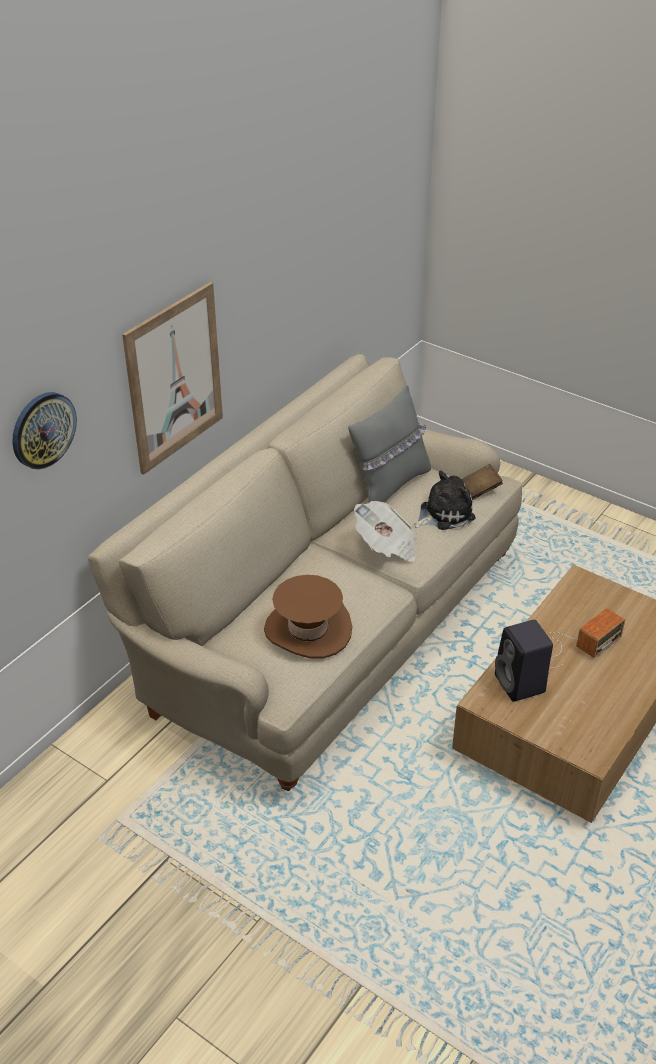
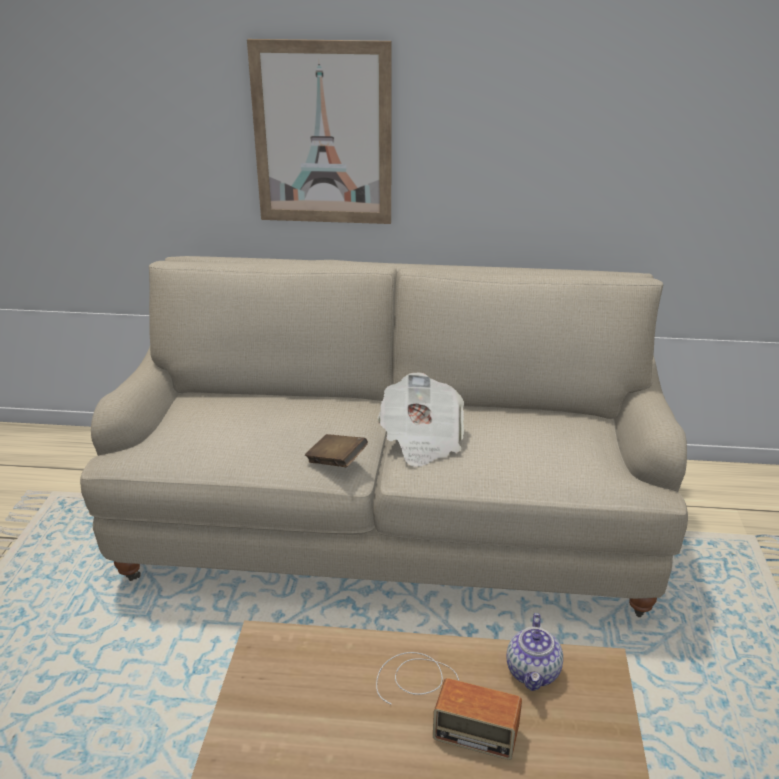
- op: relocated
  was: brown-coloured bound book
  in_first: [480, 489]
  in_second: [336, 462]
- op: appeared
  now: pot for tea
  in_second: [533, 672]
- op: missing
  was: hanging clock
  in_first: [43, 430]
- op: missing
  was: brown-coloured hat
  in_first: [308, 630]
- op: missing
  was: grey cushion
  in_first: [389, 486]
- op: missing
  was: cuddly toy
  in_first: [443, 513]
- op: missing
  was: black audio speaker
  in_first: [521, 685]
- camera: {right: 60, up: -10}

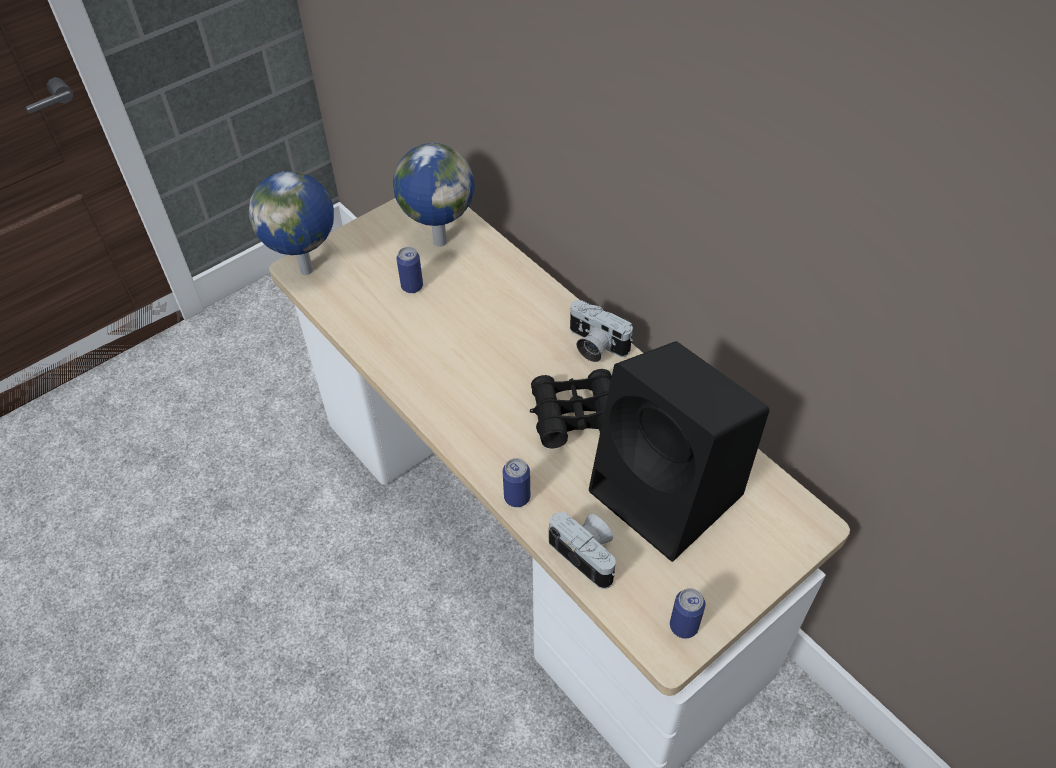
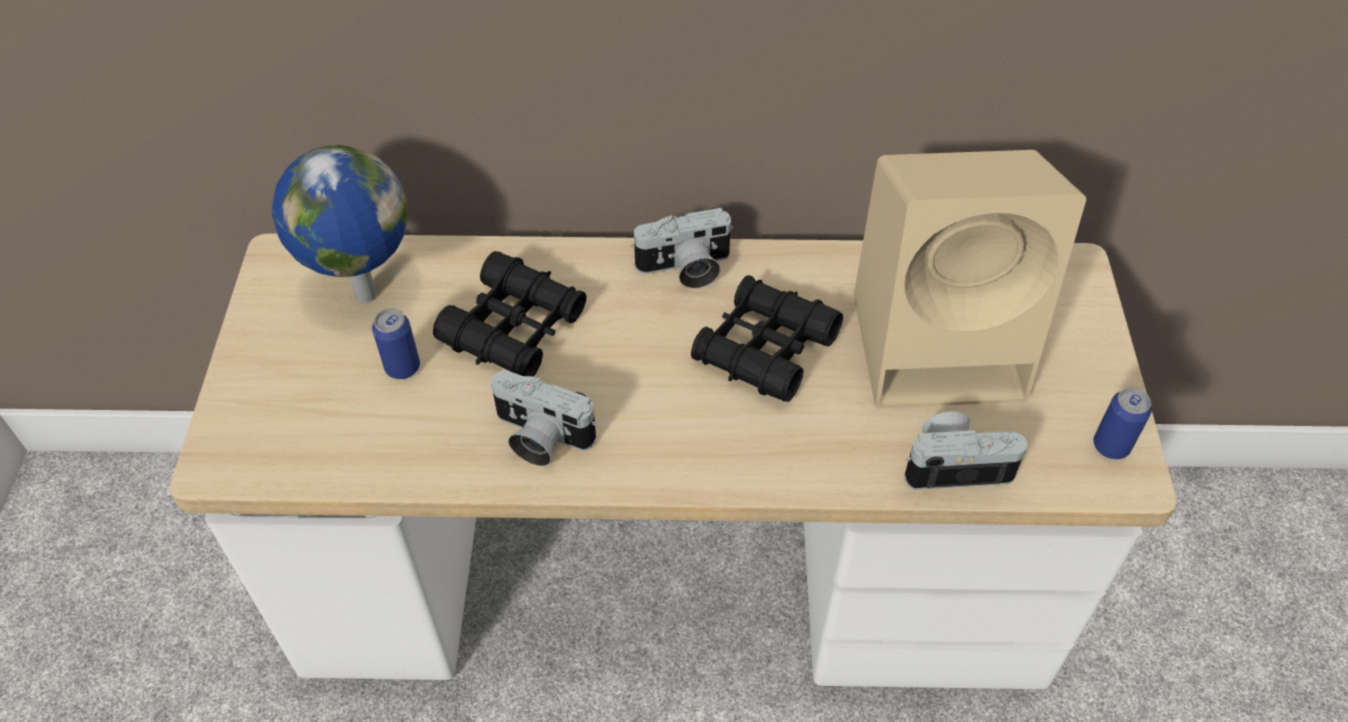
- op: appeared
  now: black field glasses
  in_second: [514, 328]
- op: appeared
  now: still camera
  in_second: [539, 437]
- op: colour
  was: black audio speaker
  now: sand-coloured audio speaker
  in_first: [669, 494]
  in_second: [942, 345]
- op: missing
  was: world globe
  in_first: [308, 270]
- op: missing
  was: sealed can
  in_first: [517, 497]
- camera: {right: -50, up: 0}

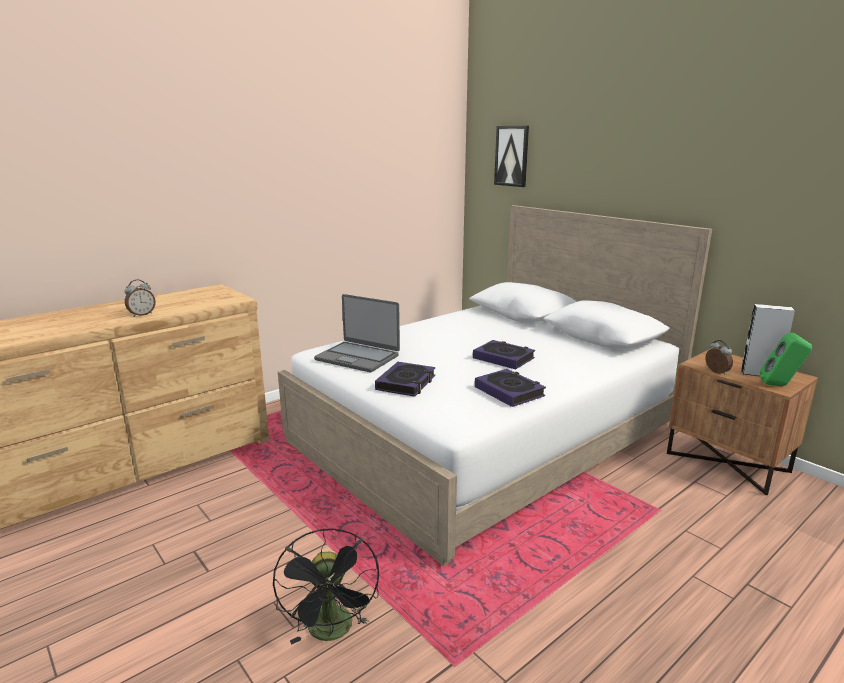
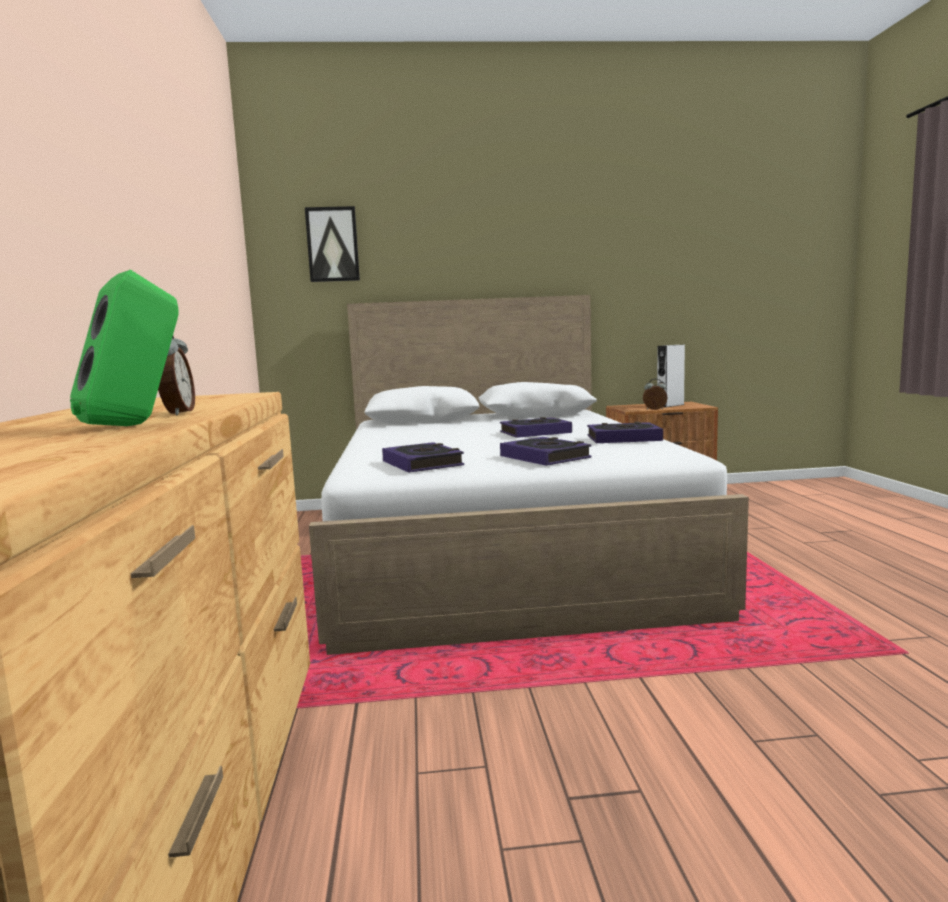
- op: relocated
  was: green-coloured audio speaker
  in_first: [780, 385]
  in_second: [135, 425]
- op: exchanged
  was: portable computer
  now: bound book
  in_first: [358, 357]
  in_second: [422, 464]
- op: missing
  was: black electric fan
  in_first: [332, 632]
- camera: {right: -55, up: -10}

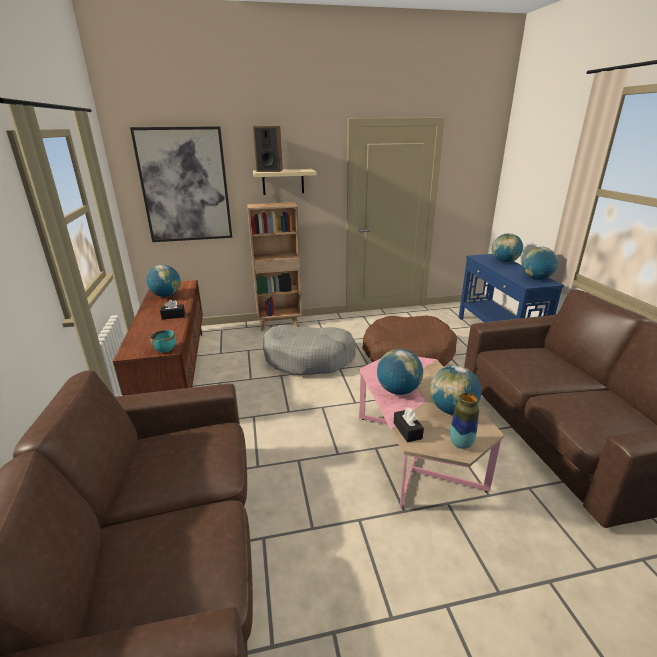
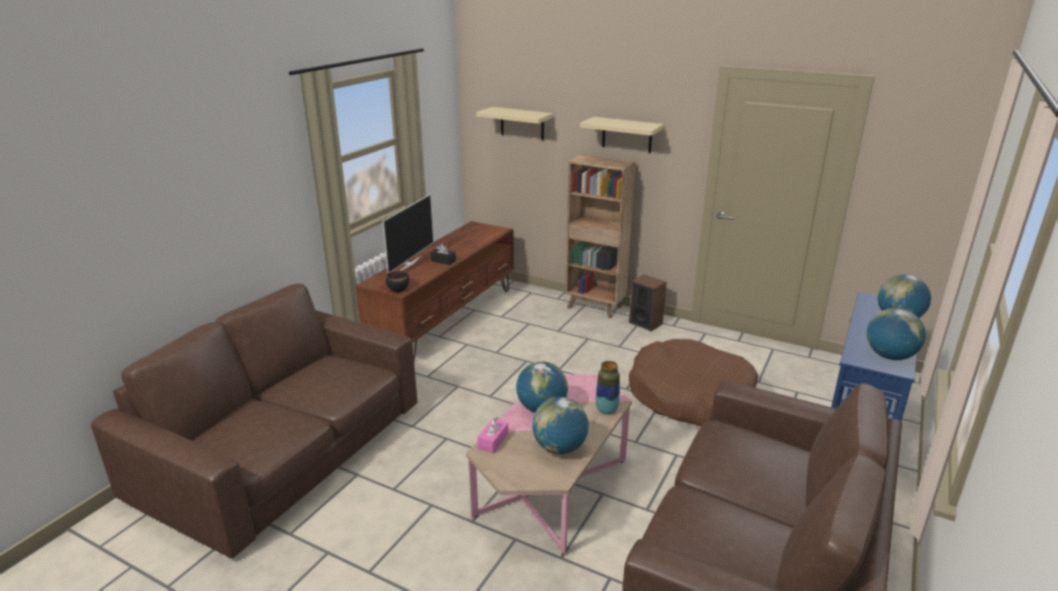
- op: appeared
  now: television
  in_second: [409, 263]
- op: colour
  was: turquoise-coloured serving bowl
  now: black serving bowl
  in_first: [165, 349]
  in_second: [398, 289]
- op: exchanged
  was: picture
  now: sand-coloured wall shelf
  in_first: [185, 186]
  in_second: [522, 123]
- op: colour
  was: black tissue box
  now: pink-coloured tissue box
  in_first: [407, 430]
  in_second: [493, 441]
- op: relocated
  was: decorative vase
  in_first: [461, 443]
  in_second: [606, 410]
- op: relocated
  was: audio speaker
  in_first: [269, 171]
  in_second: [645, 323]
- op: missing
  was: world globe
  in_first: [166, 295]
- op: missing
  was: grey dog cushion
  in_first: [309, 358]
- camera: {right: 40, up: 0}

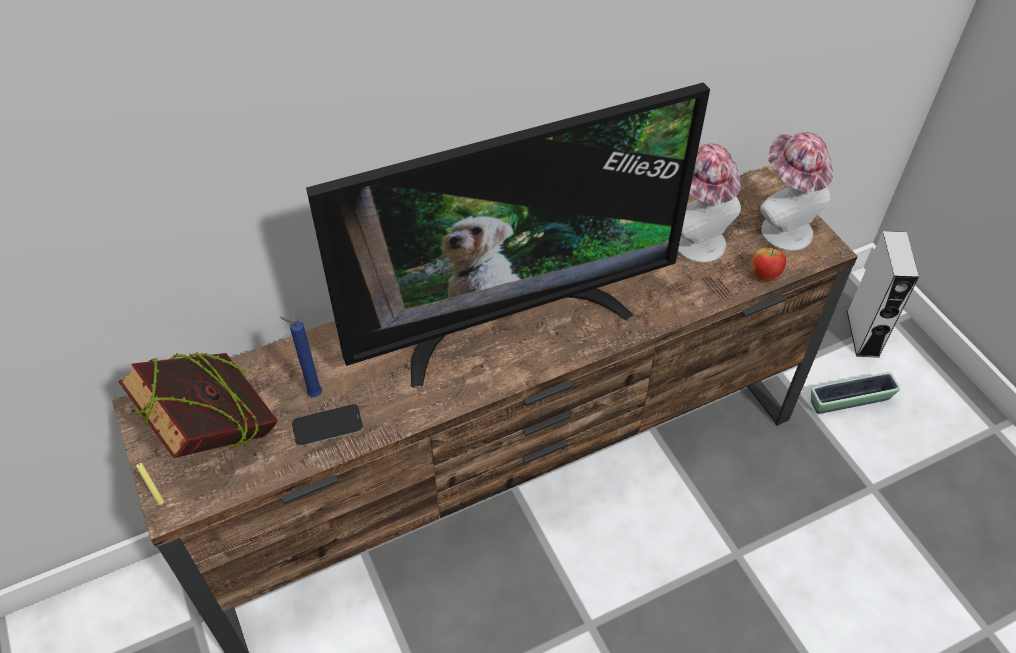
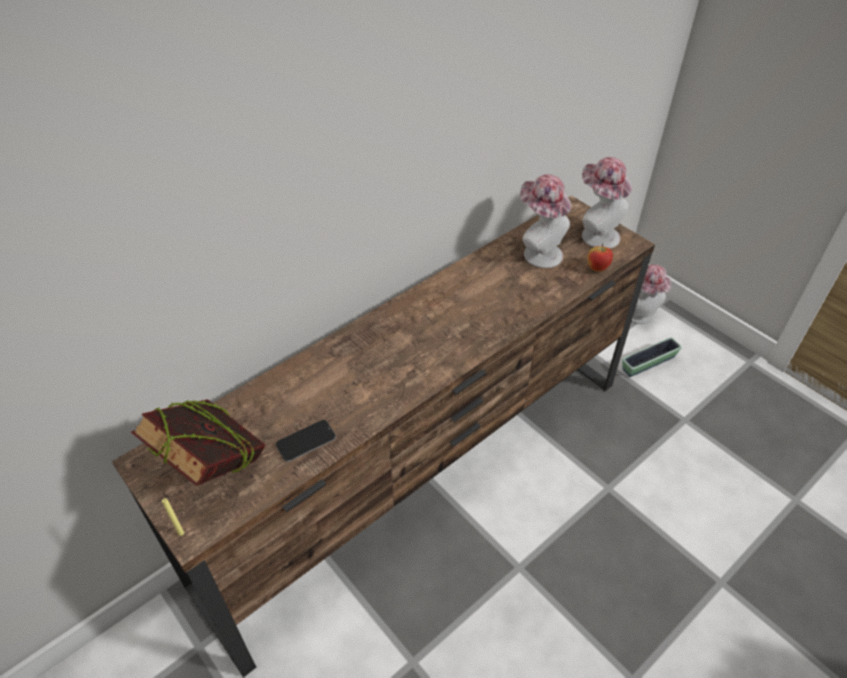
- op: exchanged
  was: grey audio speaker
  now: hat
  in_first: [863, 334]
  in_second: [641, 316]
- op: missing
  was: bluish wax light
  in_first: [312, 394]
- op: missing
  was: television
  in_first: [509, 319]
- camera: {right: -15, up: -5}

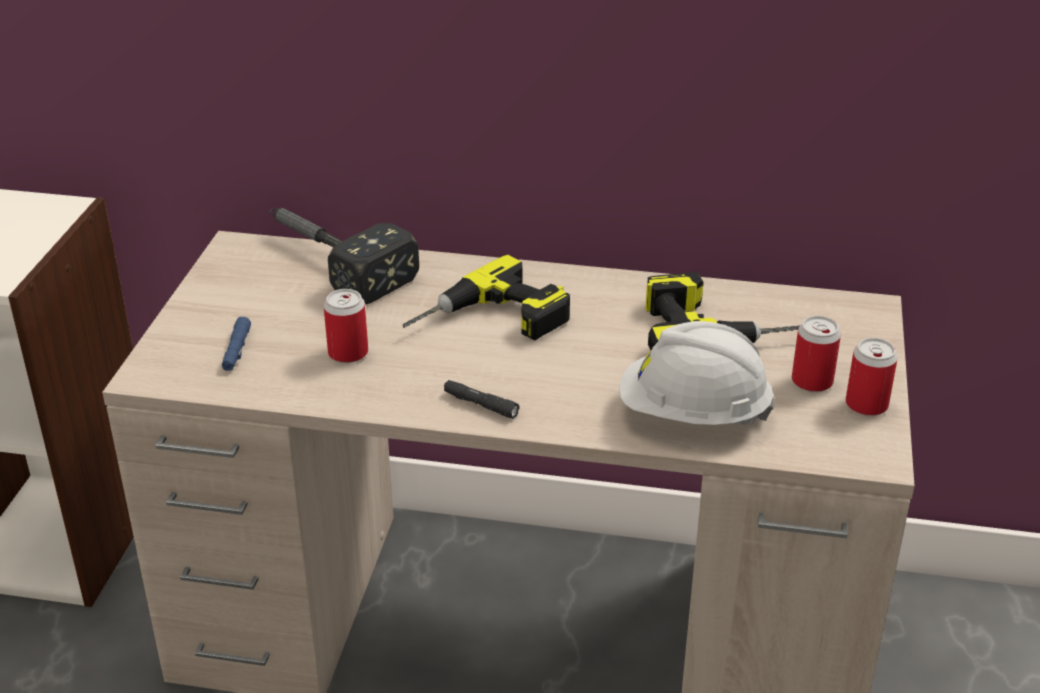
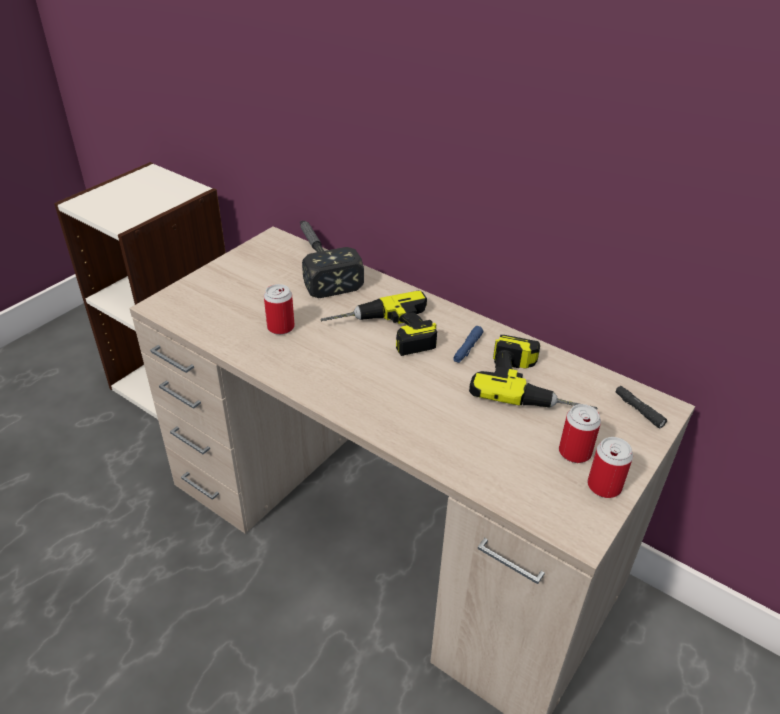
- op: relocated
  was: bluish hand torch
  in_first: [237, 350]
  in_second: [467, 348]
- op: relocated
  was: black hand torch
  in_first: [480, 405]
  in_second: [638, 410]
- op: missing
  was: white hard hat
  in_first: [692, 414]
- camera: {right: 25, up: 5}

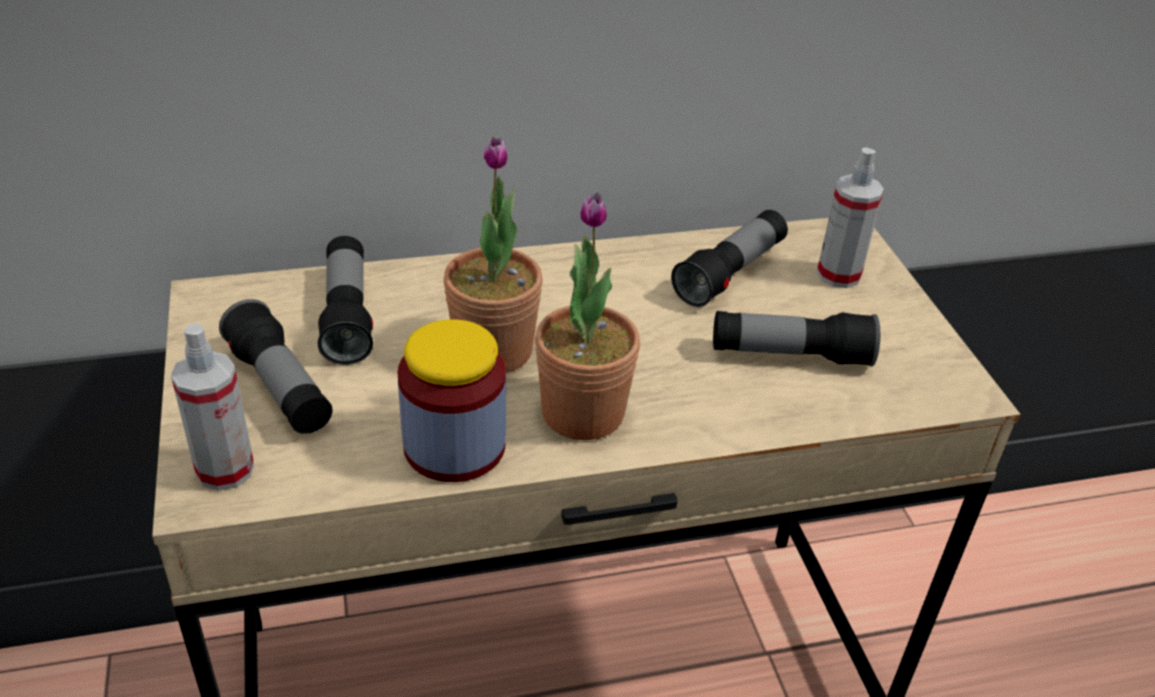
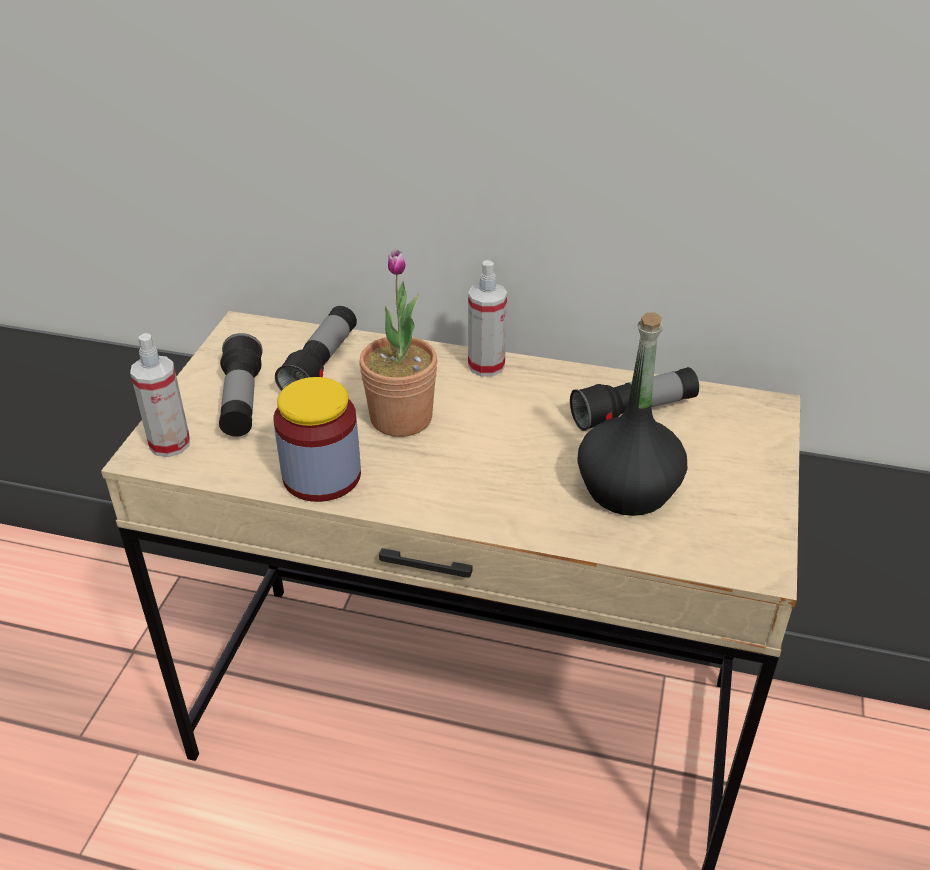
- op: relocated
  was: hand sprayer
  in_first: [838, 275]
  in_second: [486, 366]
- op: exchanged
  was: hand torch
  now: black bottle
  in_first: [789, 355]
  in_second: [628, 489]
- op: missing
  was: plant in a pot
  in_first: [582, 413]
- camera: {right: 30, up: 0}

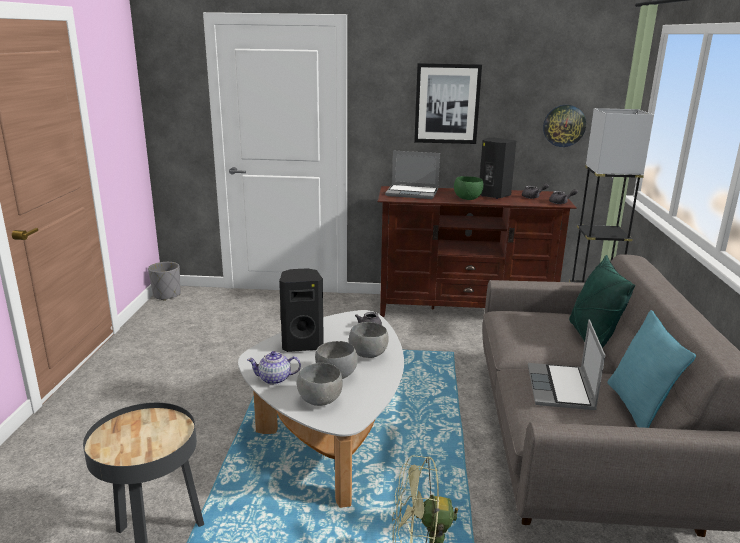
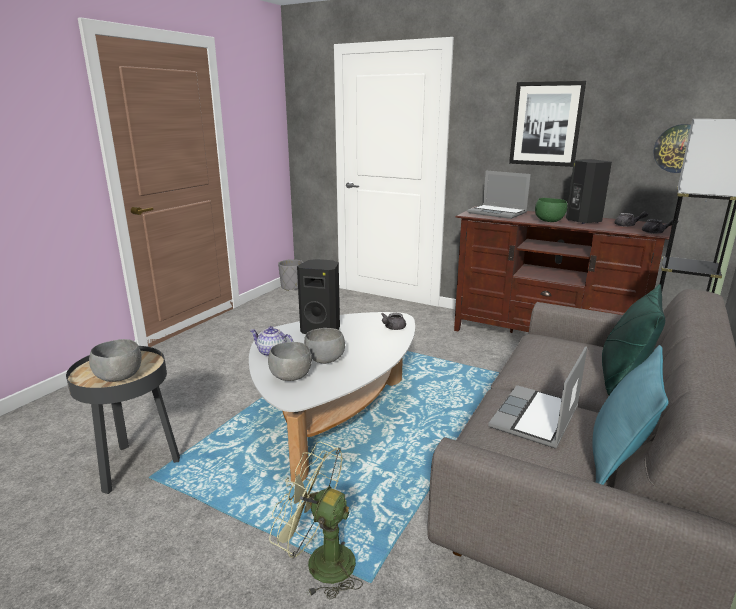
- op: relocated
  was: grey serving bowl
  in_first: [368, 354]
  in_second: [119, 377]
- camera: {right: 25, up: 0}

